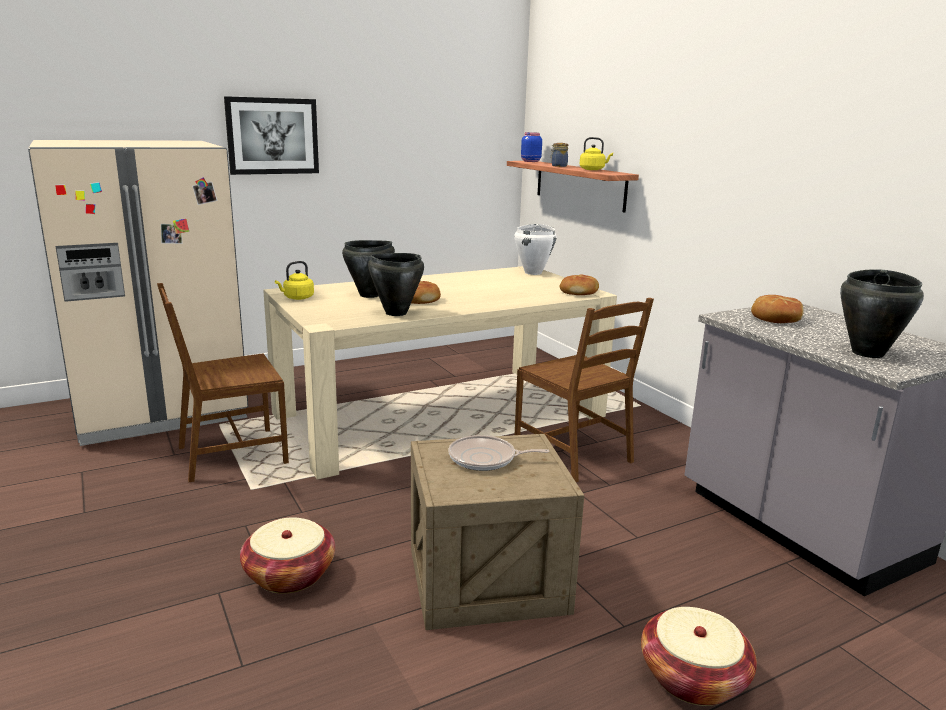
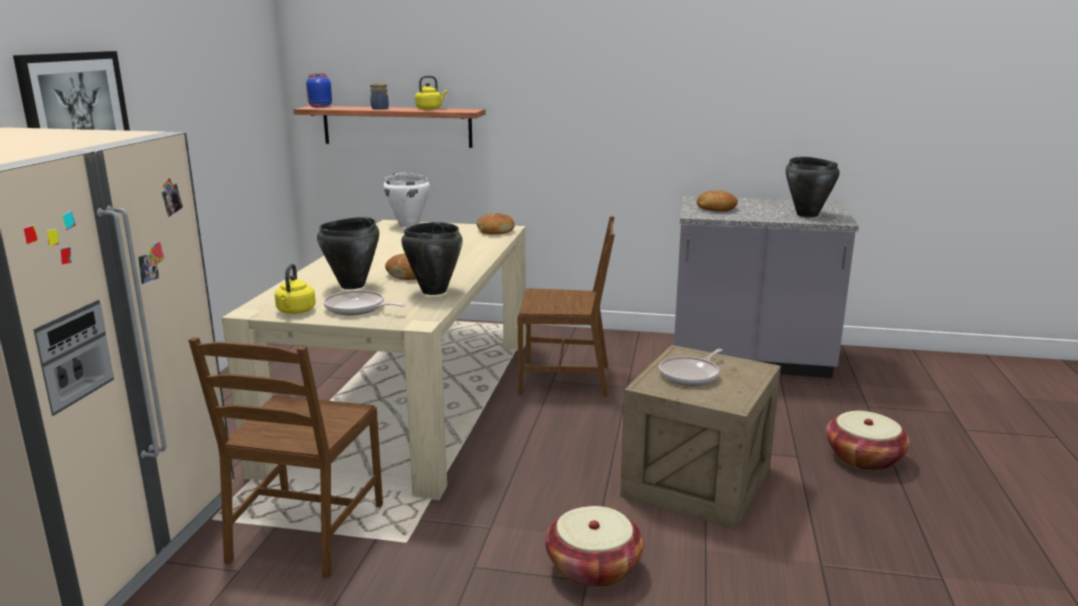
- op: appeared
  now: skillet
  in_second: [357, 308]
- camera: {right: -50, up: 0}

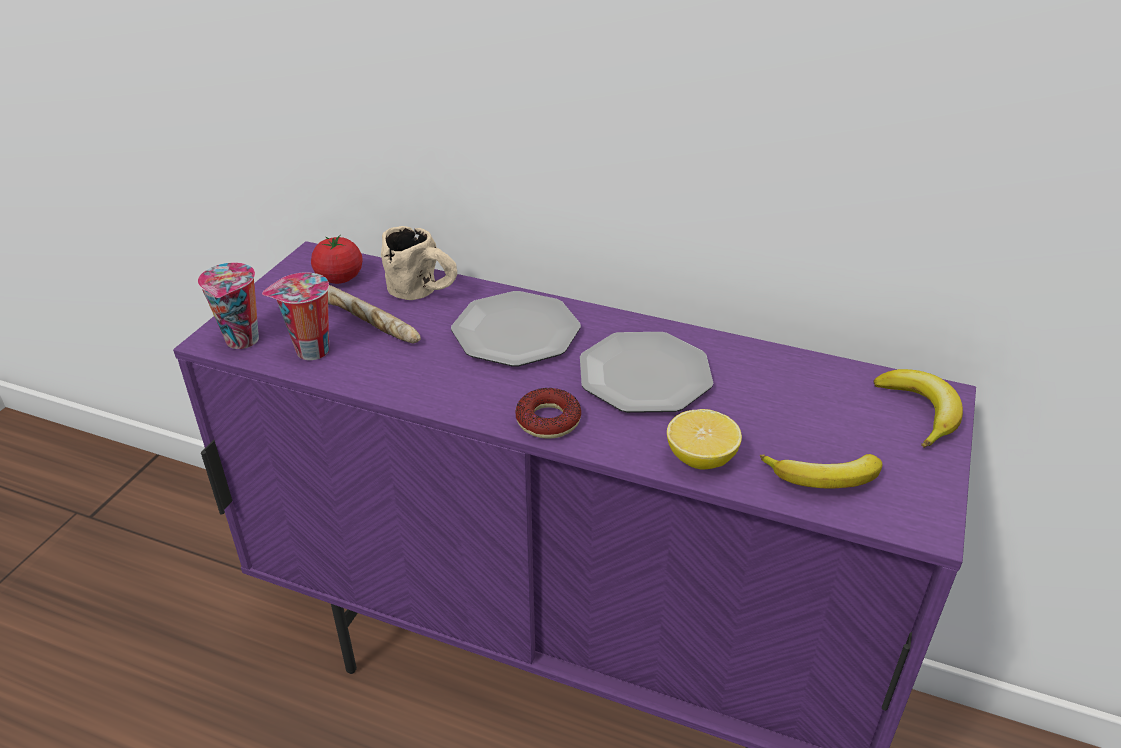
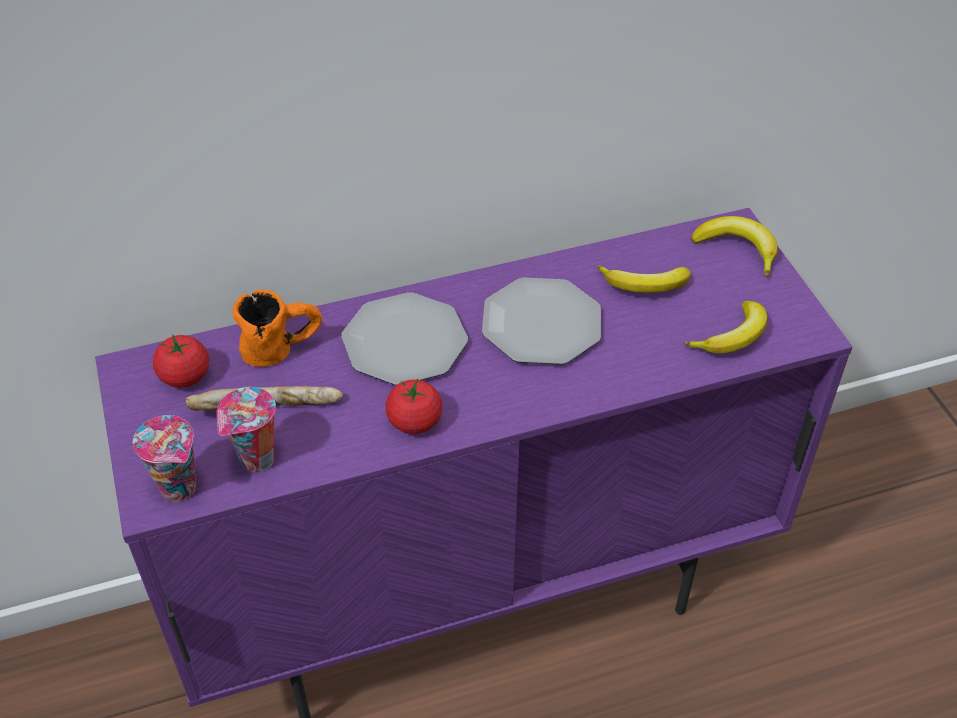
- op: colour
  was: sand-coloured coffee mug
  now: orangey coffee mug
  in_first: [425, 293]
  in_second: [283, 348]
- op: appeared
  now: fresh tomato
  in_second: [414, 421]
- op: appeared
  now: banana fruit
  in_second: [645, 286]
- op: missing
  was: doughnut
  in_first: [548, 420]
- op: missing
  was: lemon
  in_first: [701, 459]
- camera: {right: -40, up: 10}

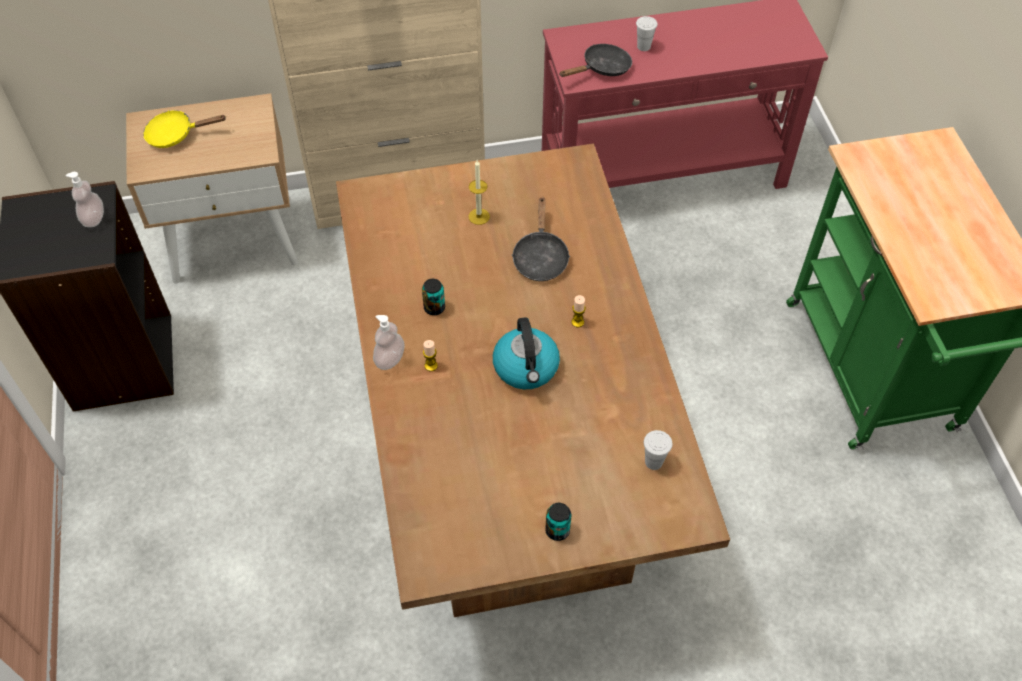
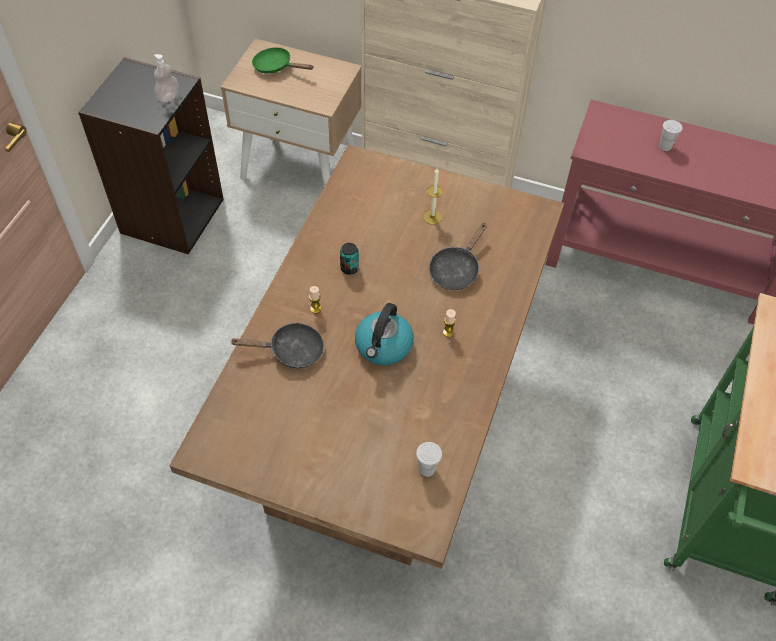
- op: relocated
  was: black skillet
  in_first: [602, 68]
  in_second: [291, 351]
- op: colour
  was: yellowish skillet
  now: green-coloured skillet
  in_first: [175, 134]
  in_second: [276, 67]
- op: missing
  was: soap dispenser
  in_first: [390, 359]
- op: missing
  was: sealed can
  in_first: [557, 530]
- camera: {right: 30, up: 0}

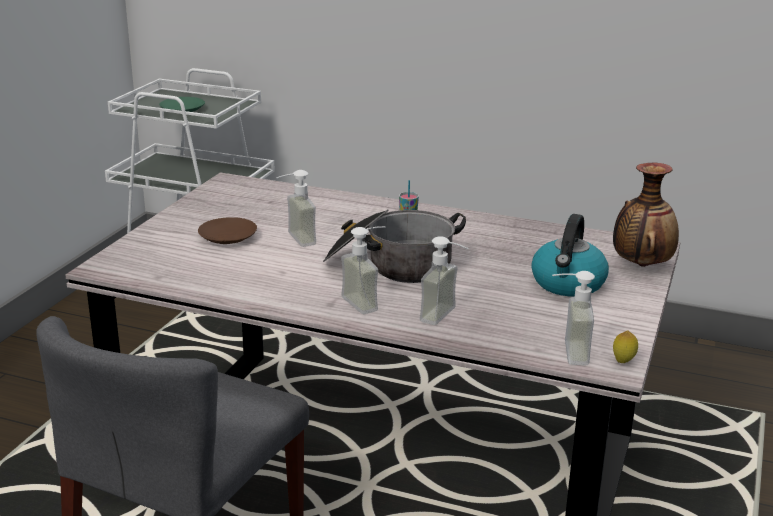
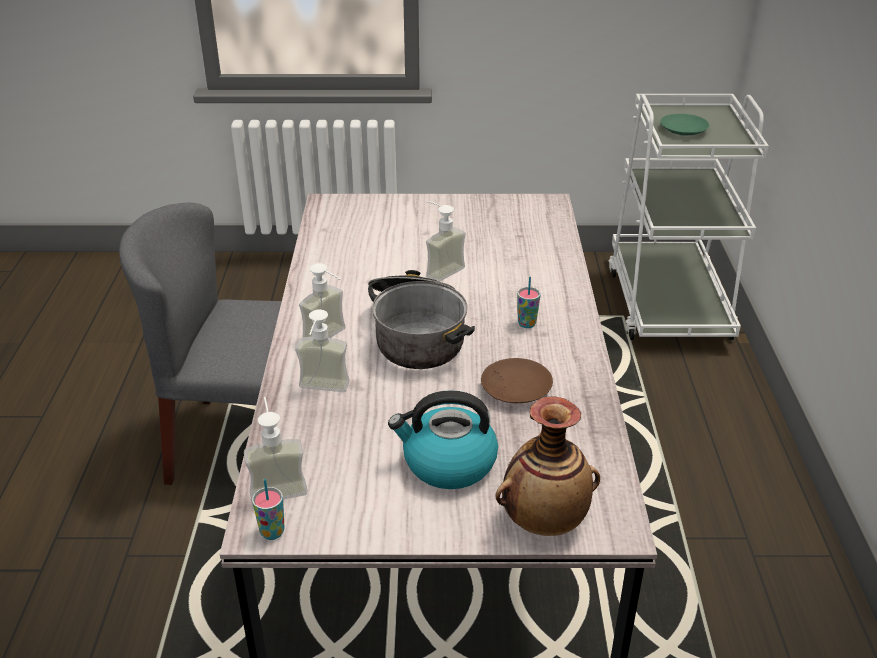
- op: exchanged
  was: lemon
  now: drinking cup
  in_first: [623, 361]
  in_second: [272, 532]
- op: relocated
  was: brown-coloured flat dish
  in_first: [228, 237]
  in_second: [515, 389]
- camera: {right: 70, up: 10}

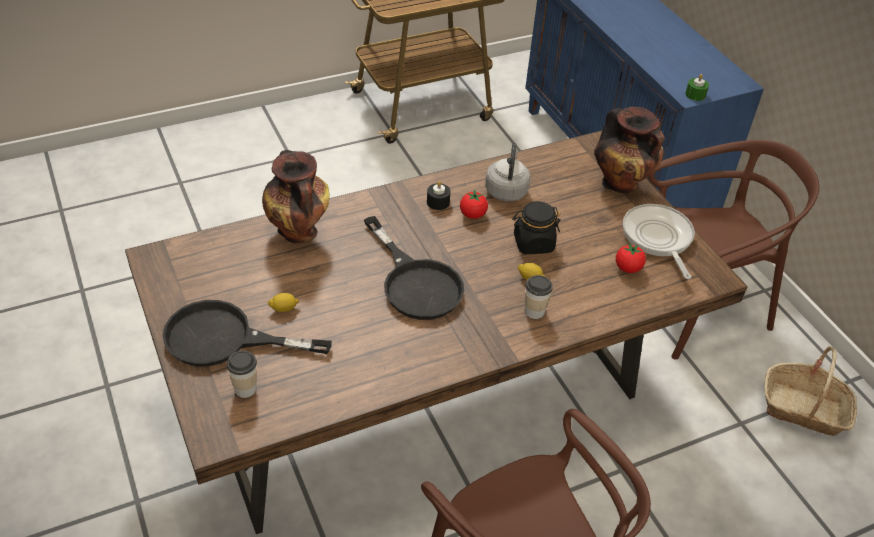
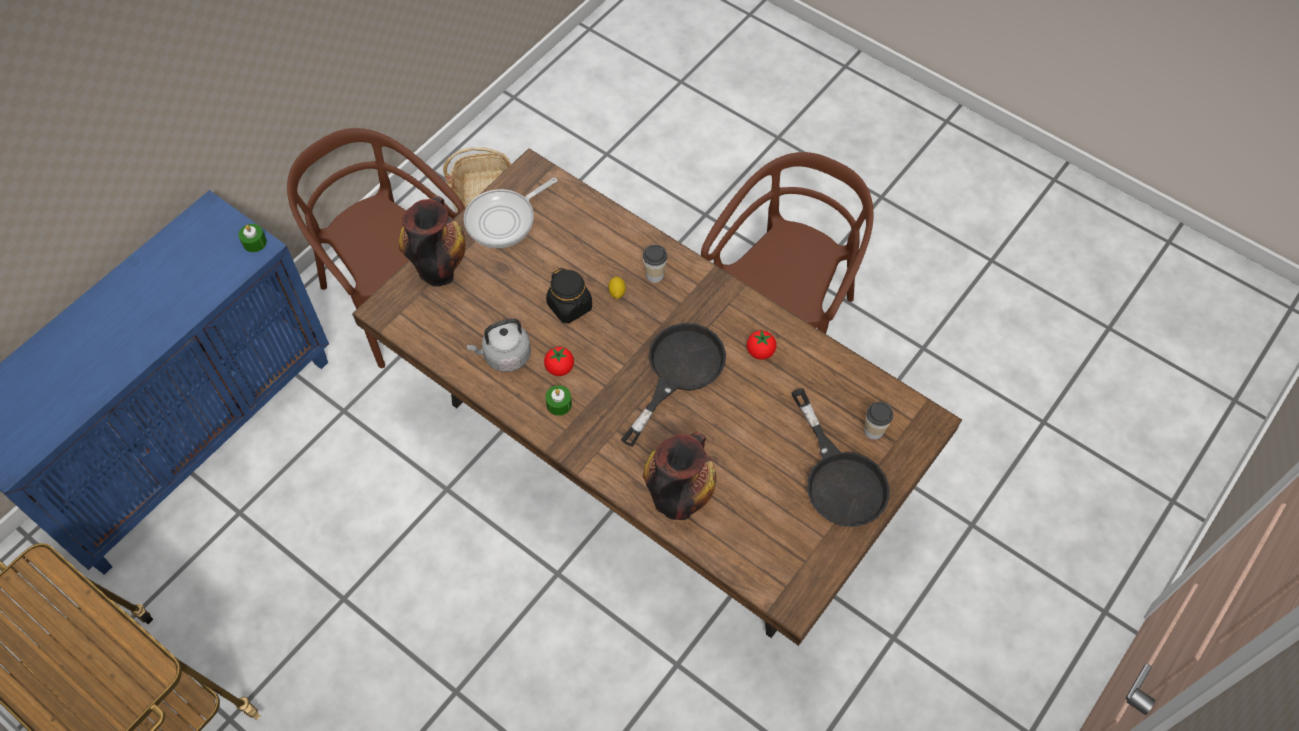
- op: colour
  was: black wax light
  now: green-coloured wax light
  in_first: [438, 202]
  in_second: [559, 404]
- op: relocated
  was: fresh tomato
  in_first: [628, 268]
  in_second: [760, 352]
- op: missing
  was: lemon
  in_first: [284, 308]
- camera: {right: -115, up: 15}

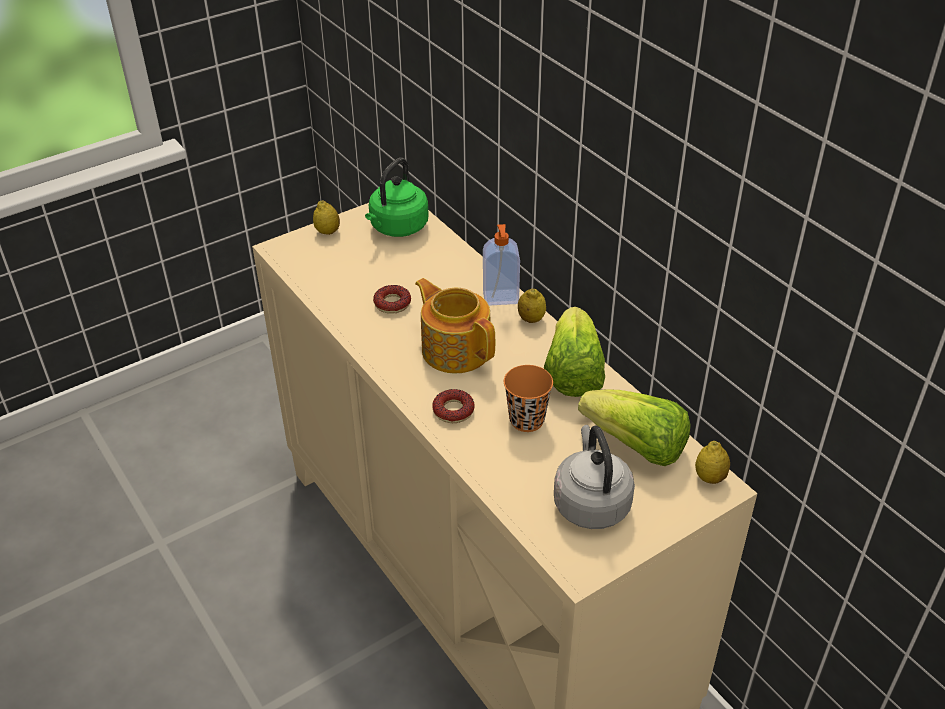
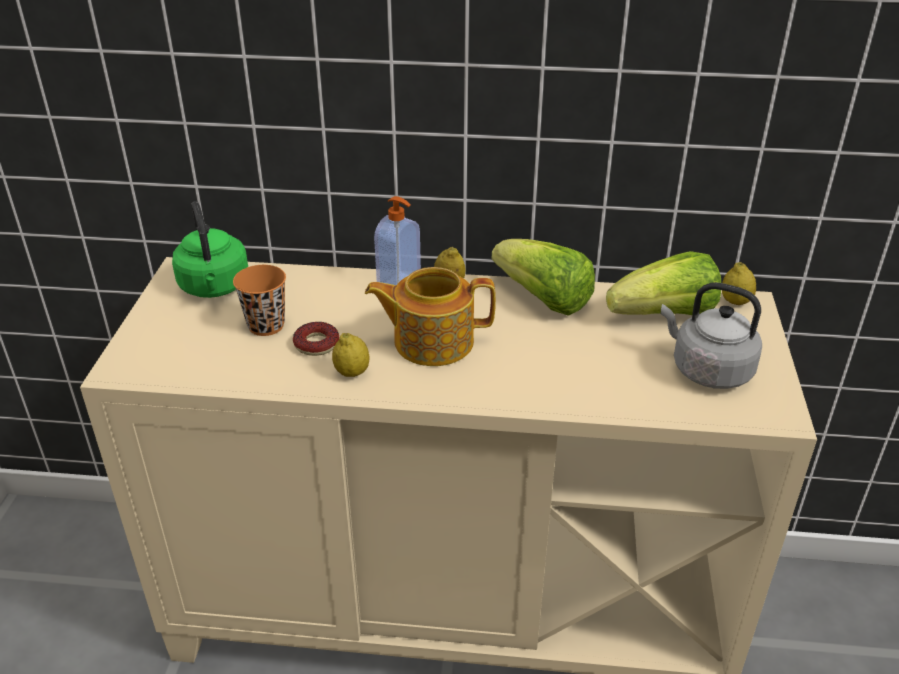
- op: relocated
  was: orangey drinking cup
  in_first: [526, 420]
  in_second: [266, 325]
- op: relocated
  was: lemon
  in_first: [327, 232]
  in_second: [352, 373]
- op: missing
  was: doughnut
  in_first: [453, 410]
- camera: {right: -50, up: -5}

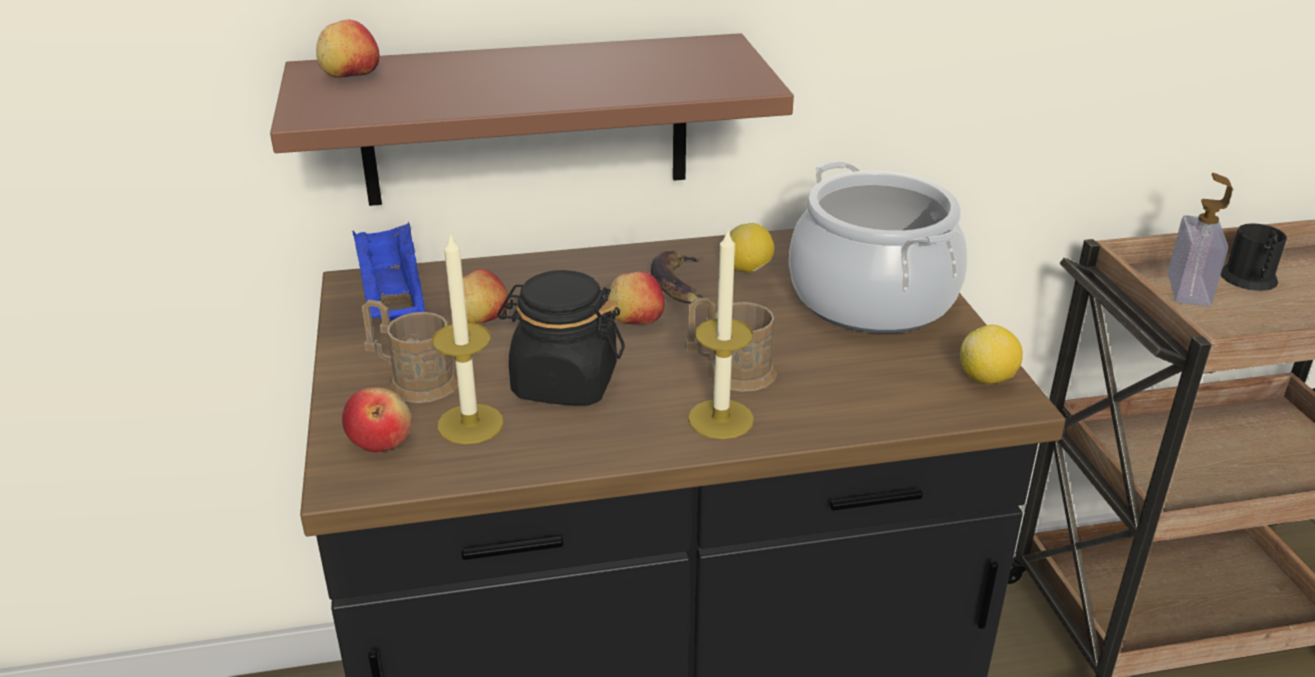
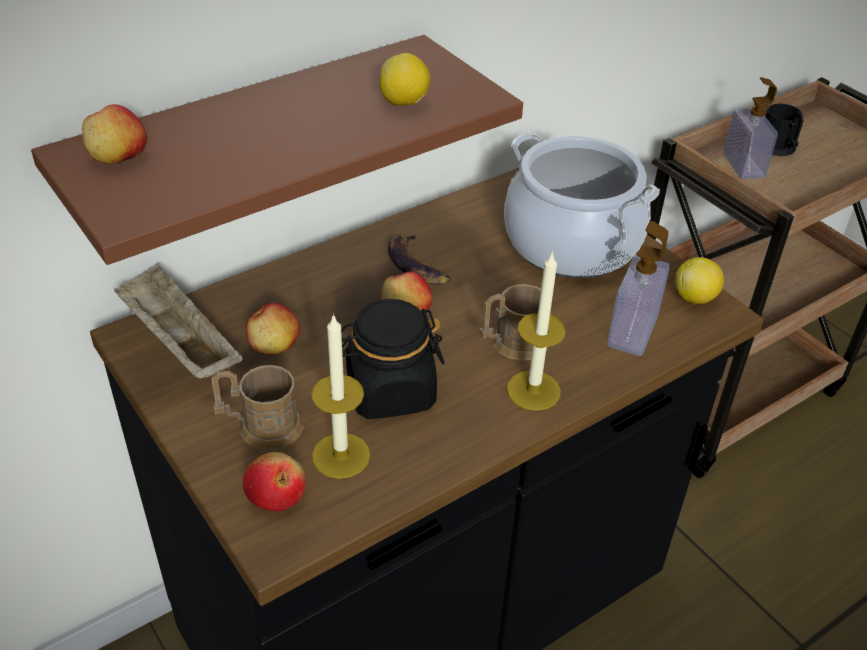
- op: colour
  was: bluish carrying tray
  now: sand-coloured carrying tray
  in_first: [392, 298]
  in_second: [178, 343]
- op: relocated
  was: lemon
  in_first: [748, 270]
  in_second: [404, 103]
- op: appeared
  now: soap dispenser
  in_second: [632, 331]
- camera: {right: -25, up: 10}

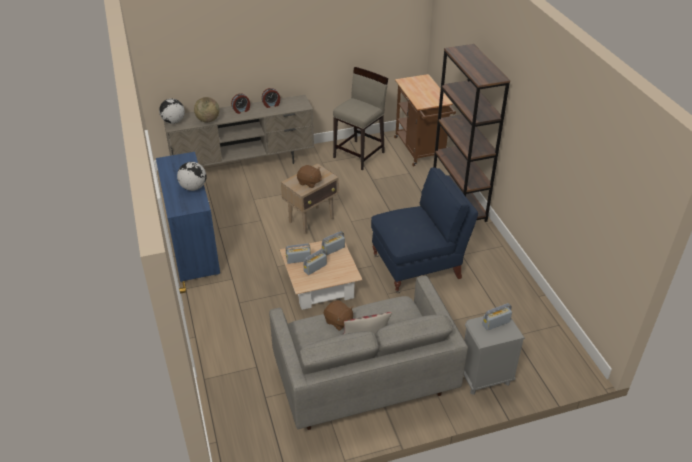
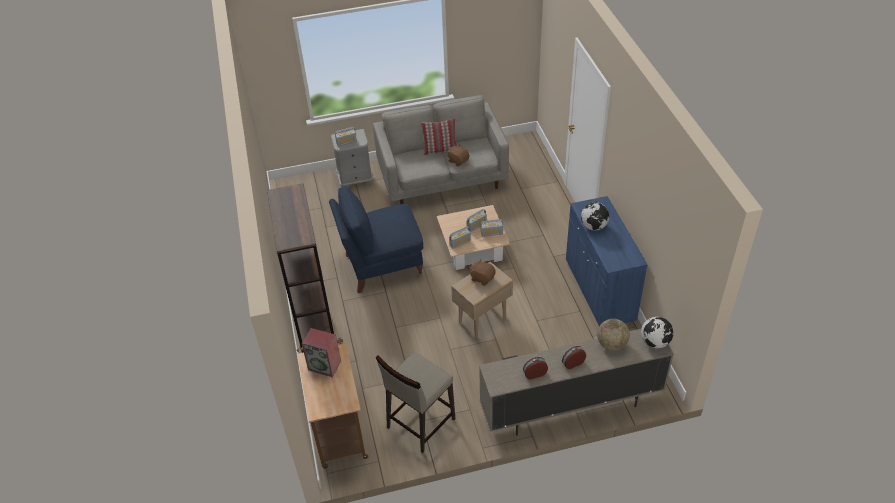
- op: appeared
  now: audio speaker
  in_second: [325, 365]
- camera: {right: -175, up: 5}

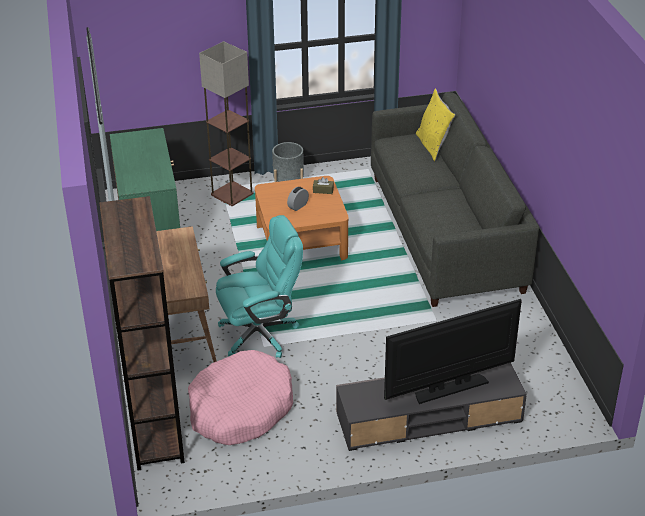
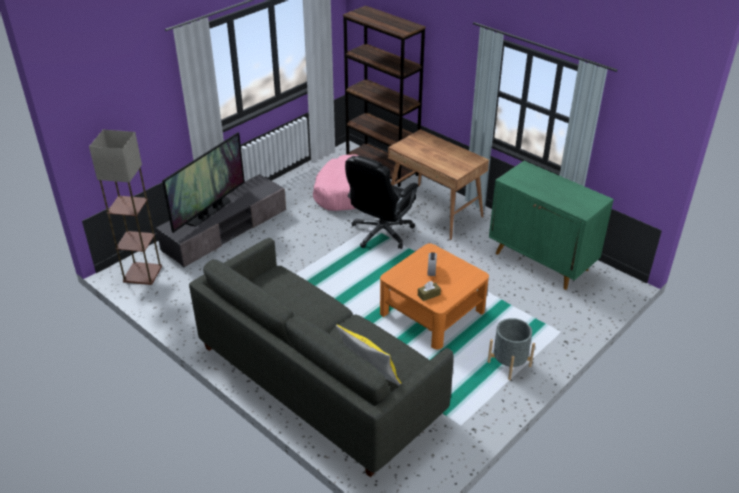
- op: relocated
  was: standing lamp
  in_first: [233, 194]
  in_second: [142, 274]
- op: colour
  was: turquoise-coloured desk chair
  now: black desk chair
  in_first: [260, 334]
  in_second: [381, 233]
- camera: {right: 145, up: 0}

